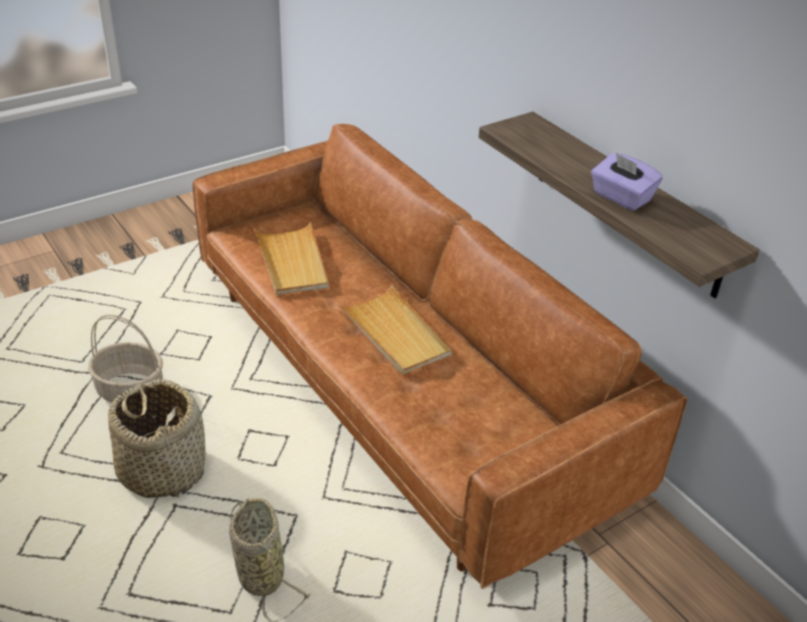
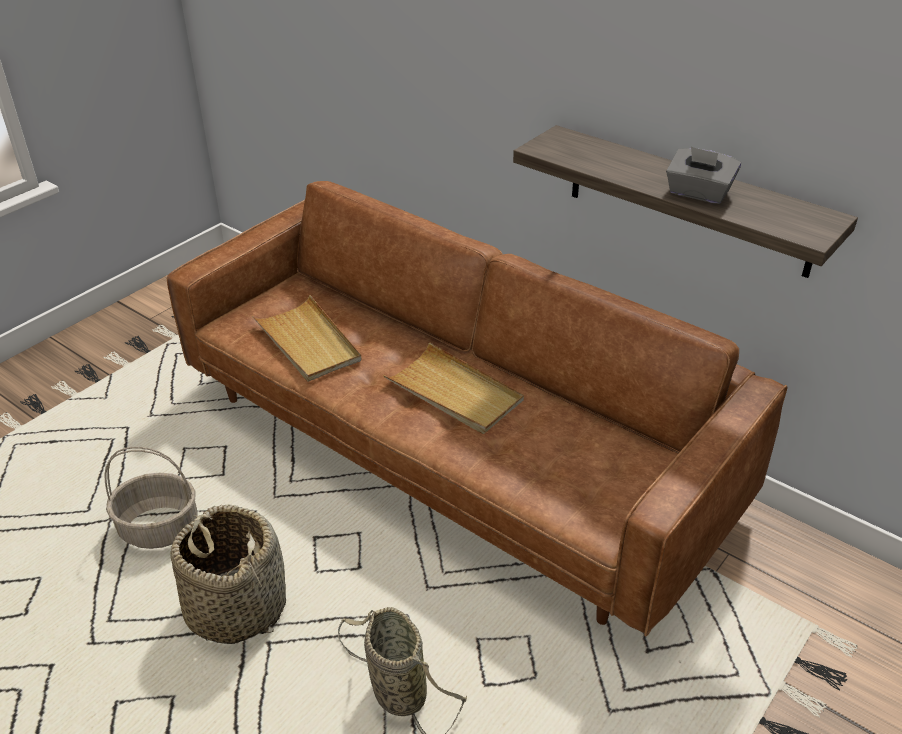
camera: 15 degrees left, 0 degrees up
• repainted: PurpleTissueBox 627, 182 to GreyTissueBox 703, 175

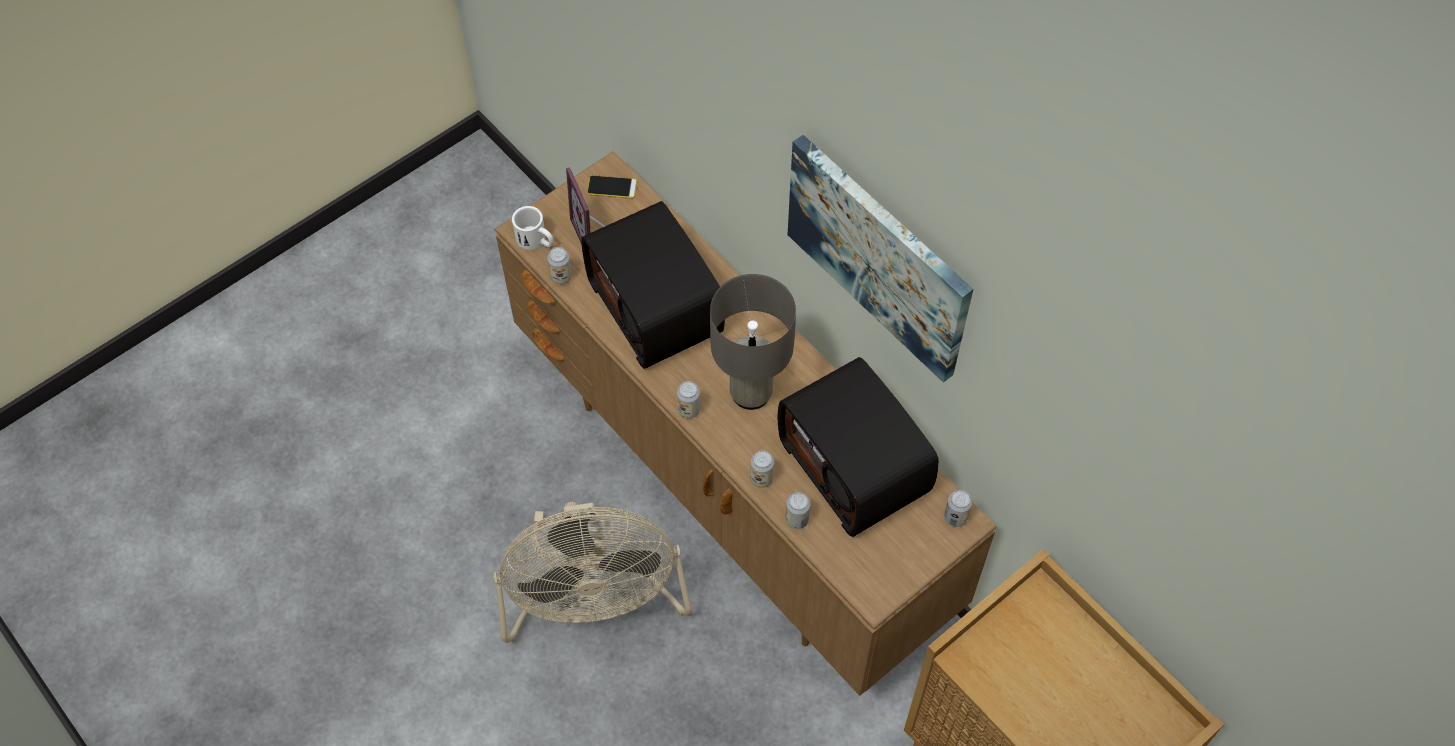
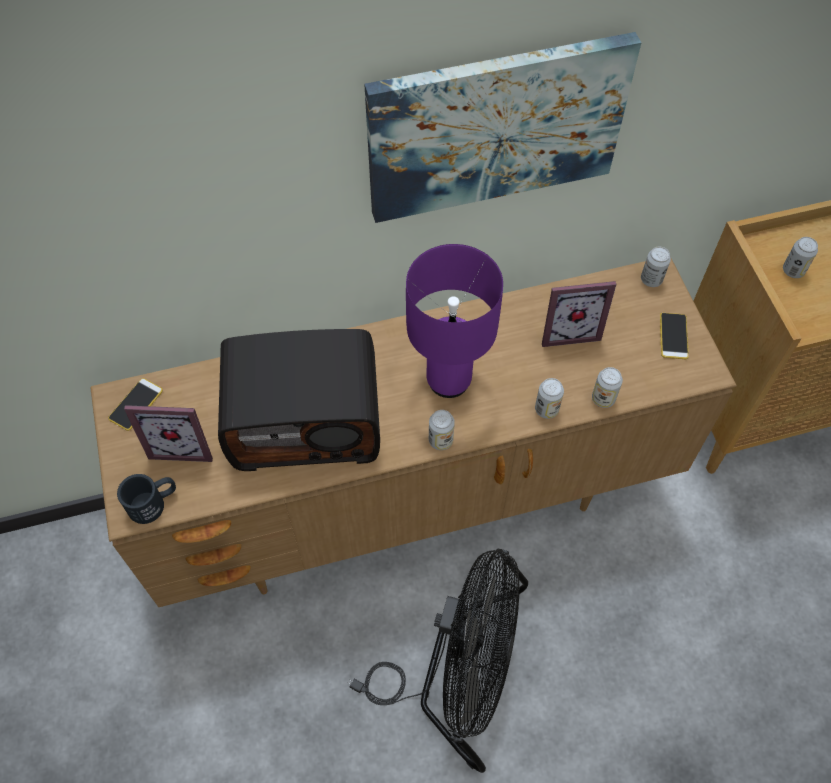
camera: 65 degrees left, 0 degrees up
• repainted: BeigeFan 593, 572 to BlackFan 438, 661
• repainted: WhiteMug 533, 228 to BlackMug 146, 499
• shifted: Can 559, 265 to 800, 257
• repainted: GreyTableLamp 753, 342 to PurpleTableLamp 454, 321
• swapped: Radio 858, 447 to PictureFrame 579, 314
• new: Phone 674, 336

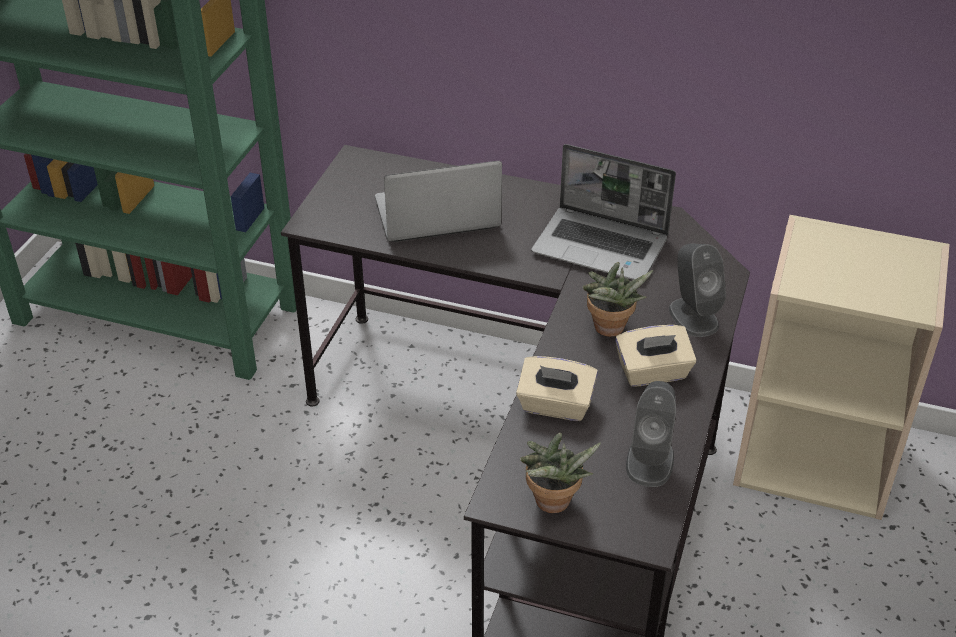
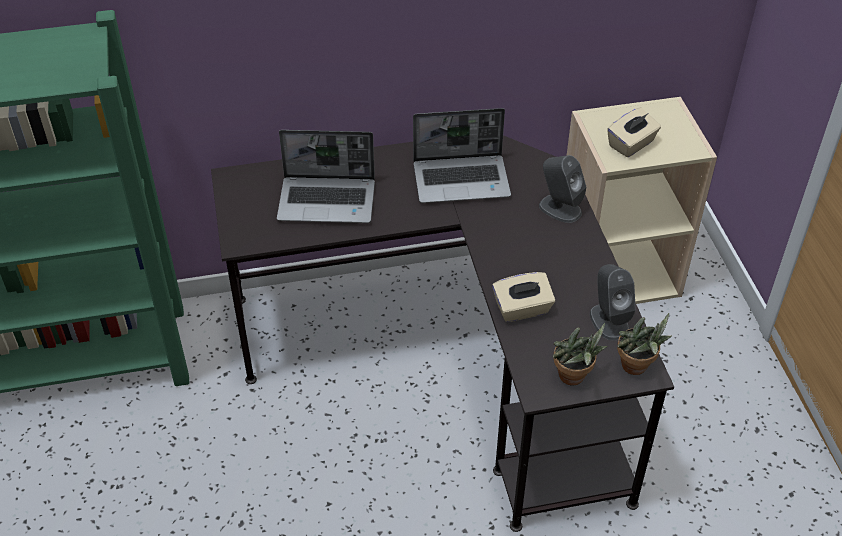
camera: 30 degrees left, 5 degrees up
• rotated: Laptop 438, 201 = 326, 176 135 degrees counterclockwise
• shifted: PottedPlant 617, 299 to 644, 344
• shifted: BeigeTissueBox 655, 356 to 634, 132

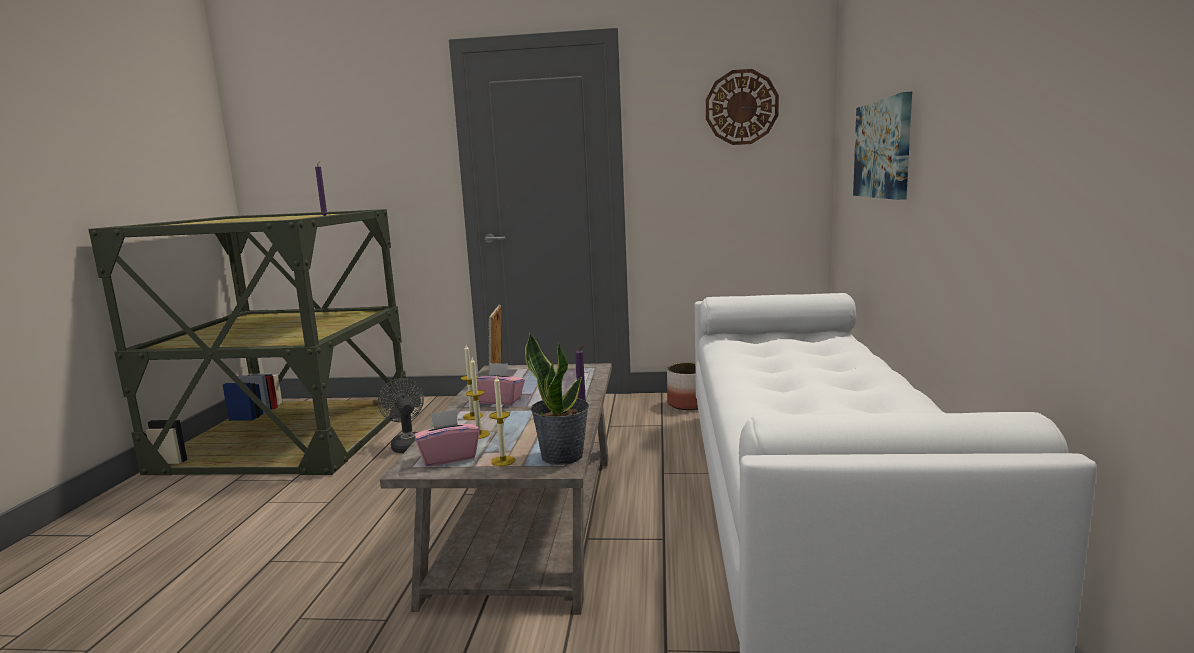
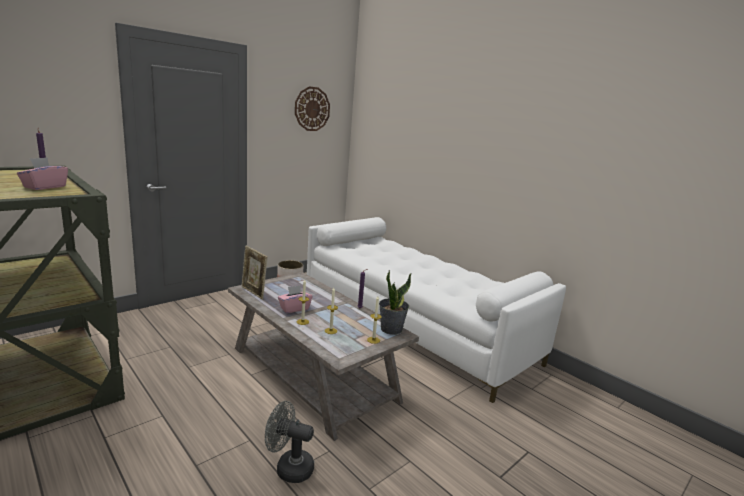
camera: 50 degrees left, 5 degrees up
• shifted: GreyFan 401, 415 to 289, 442
• shifted: PinkTissueBox 447, 437 to 42, 173
• gone: Picture 882, 146

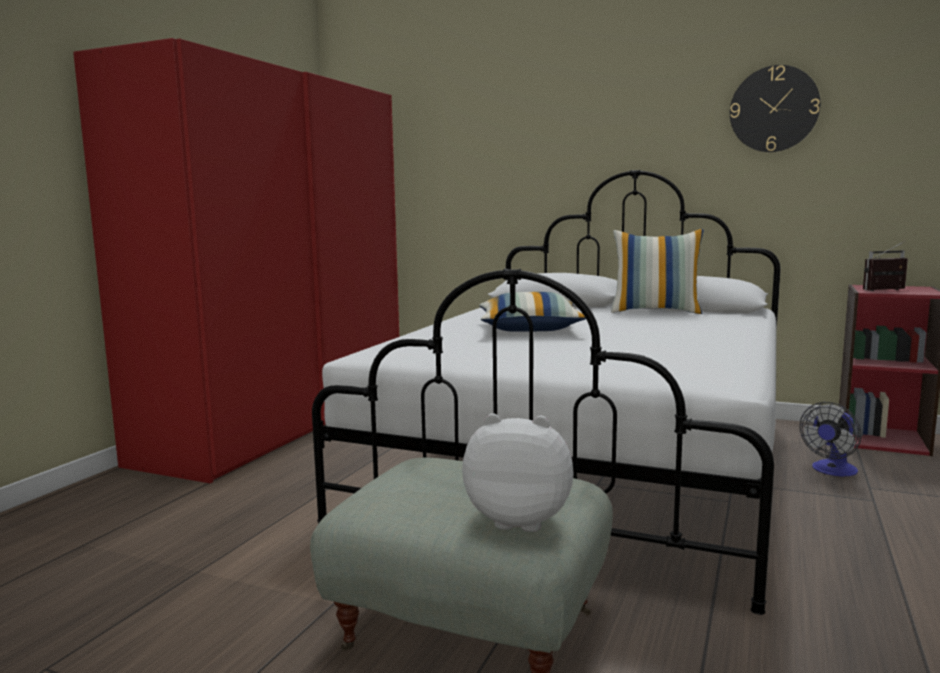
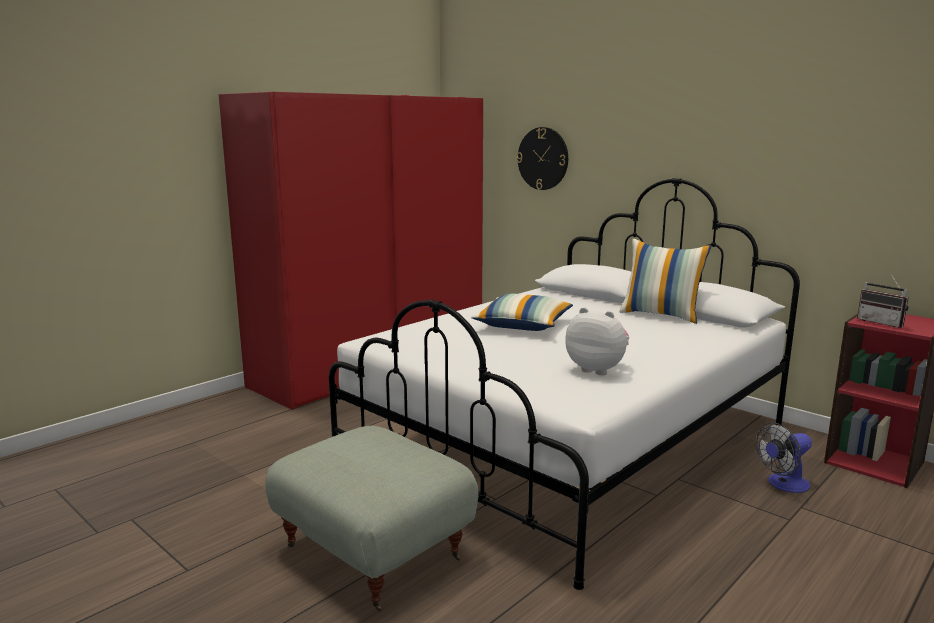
camera: 20 degrees right, 5 degrees up
• shifted: PlushToy 518, 472 to 597, 341
• shifted: WallClock 775, 108 to 542, 158
• rotated: Radio 885, 266 = 883, 300 135 degrees counterclockwise

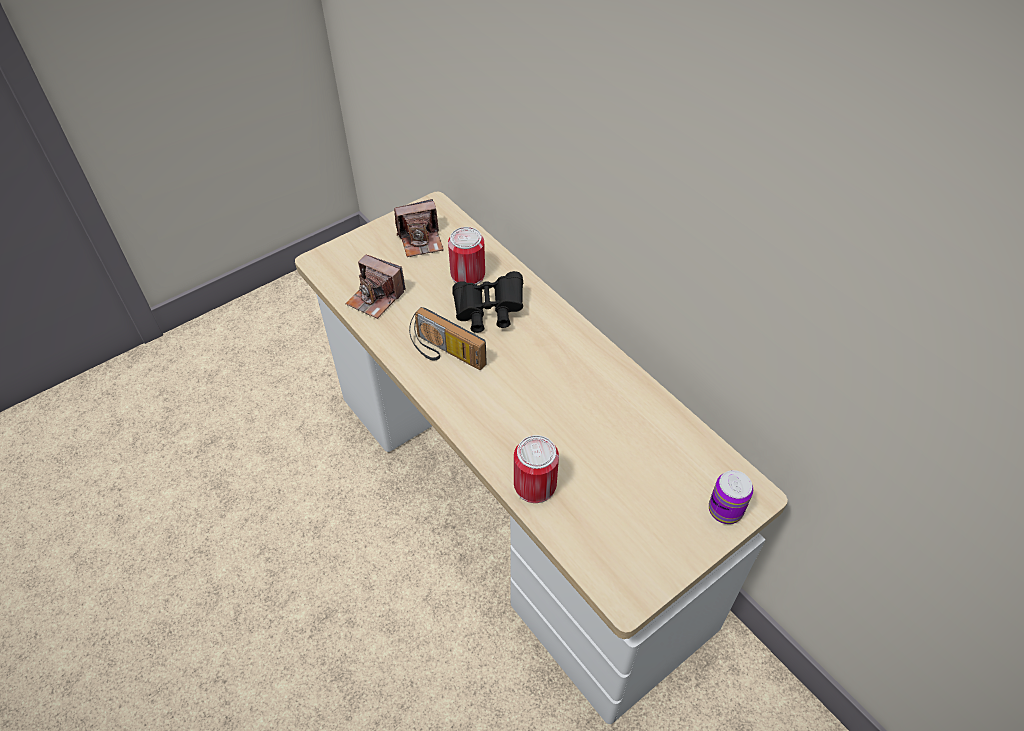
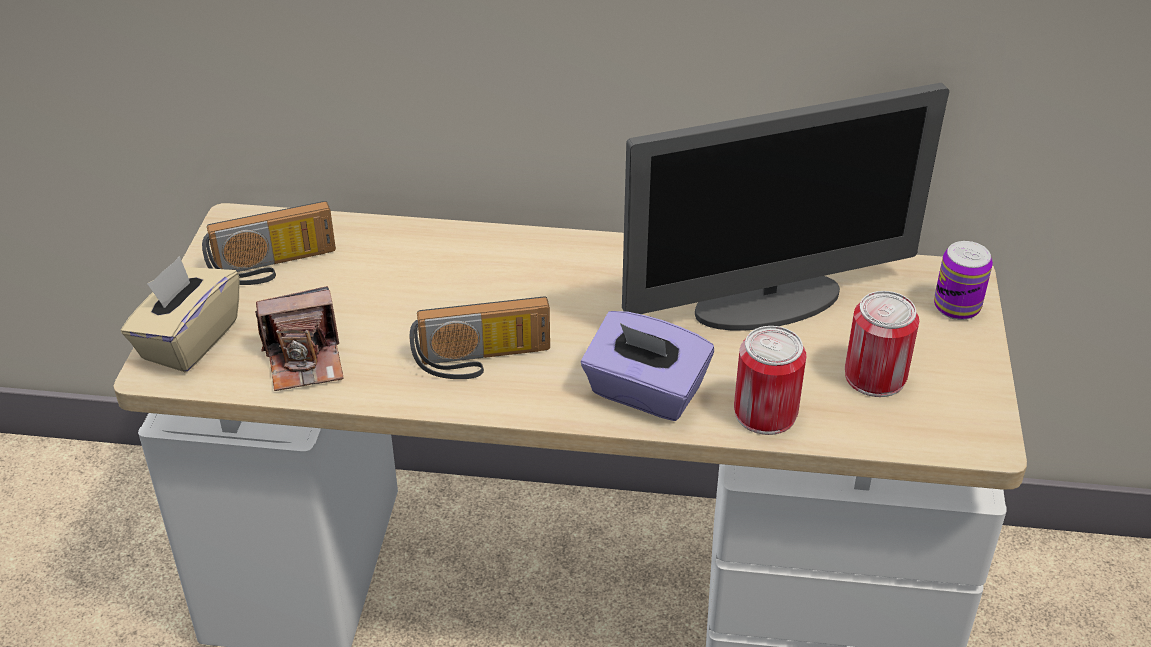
camera: 45 degrees left, 10 degrees down
• swapped: PhotoCamera 419, 228 to Radio 269, 243
• shifted: Can 466, 256 to 882, 344
• gone: BlackBinoculars 487, 302
• new: BeigeTissueBox 180, 314
• new: PurpleTissueBox 647, 366
• new: Monitor 785, 207

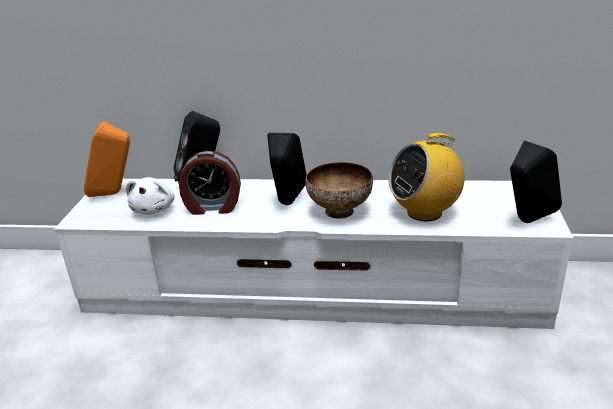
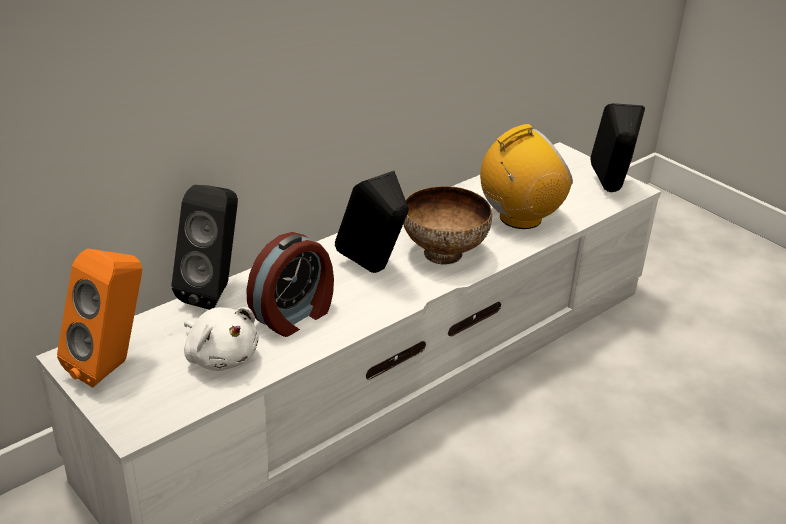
camera: 50 degrees left, 5 degrees up
• rotated: Radio 426, 177 = 526, 176 135 degrees counterclockwise

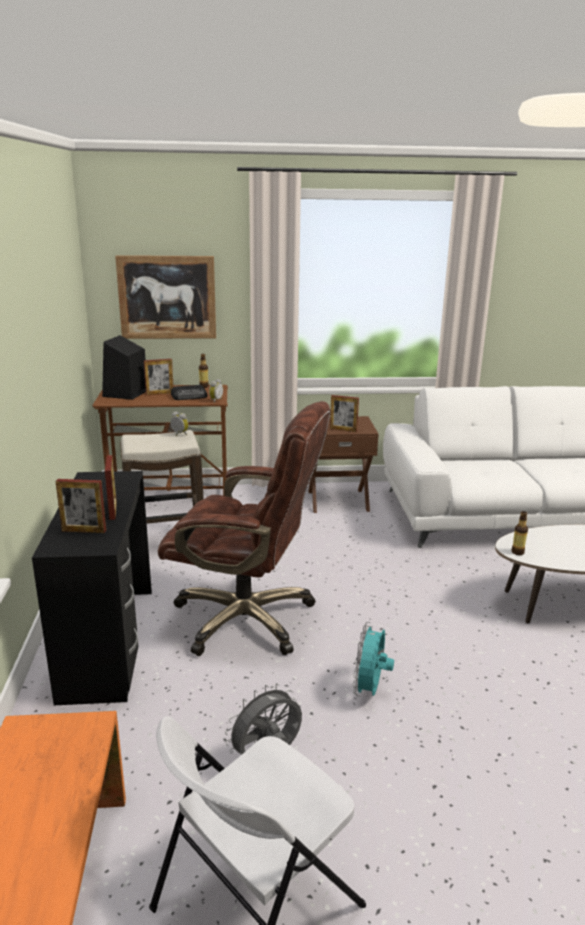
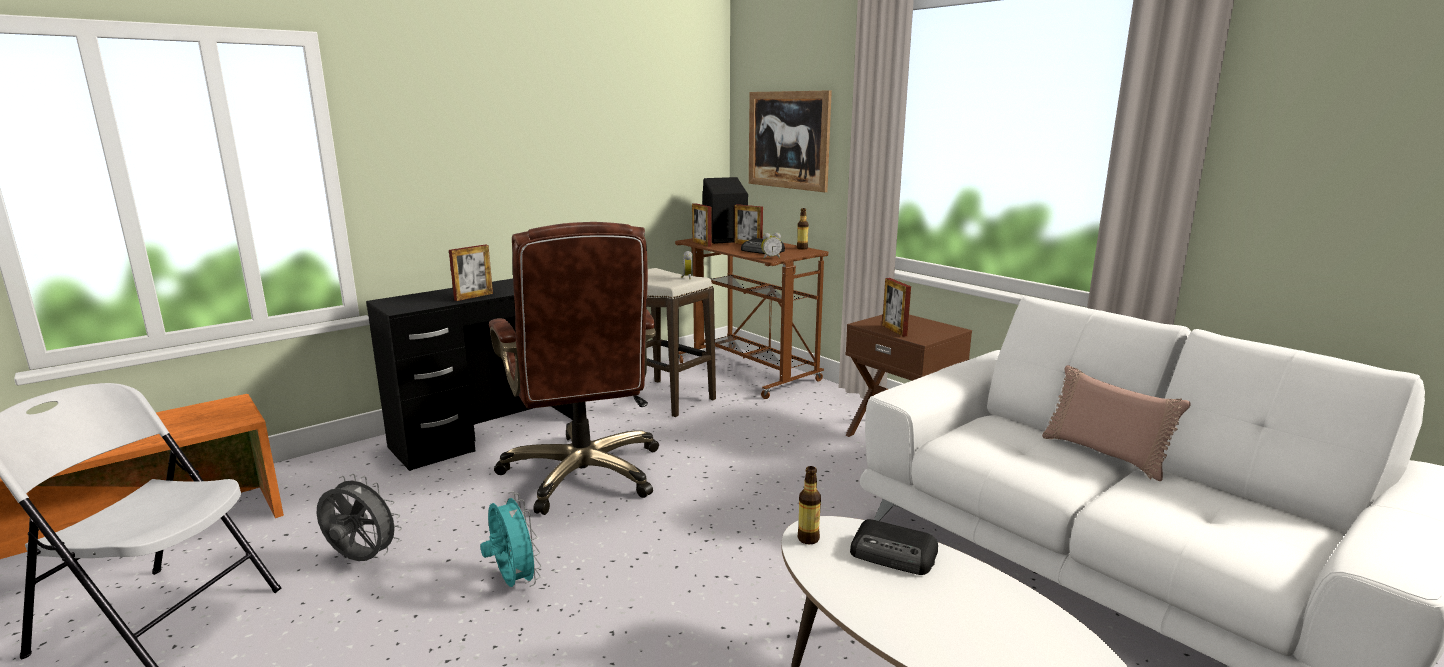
camera: 55 degrees right, 5 degrees down
• shifted: PictureFrame 80, 506 to 702, 225
• rotated: TurquoiseFan 373, 659 = 510, 539 75 degrees clockwise
• new: Radio 894, 547
• new: BeigePillow 1116, 423

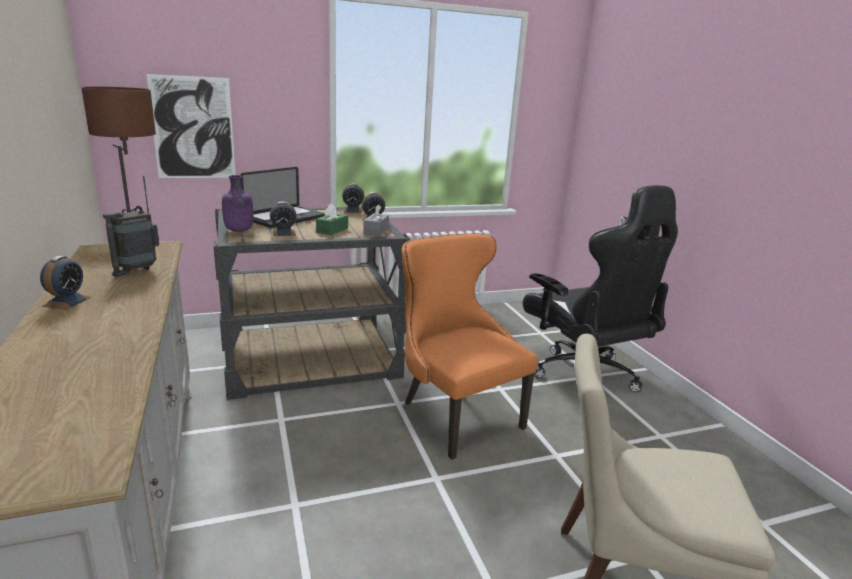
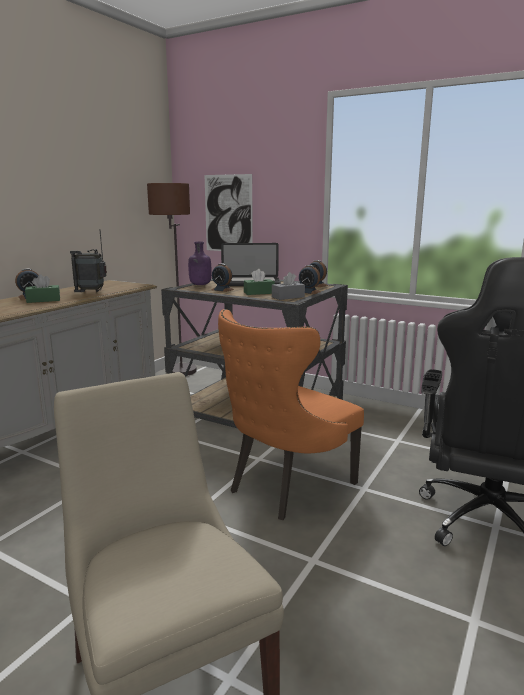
camera: 50 degrees right, 5 degrees down
• rotated: OrangeChair 470, 346 = 291, 414 150 degrees counterclockwise
• new: GreenTissueBox 42, 288

